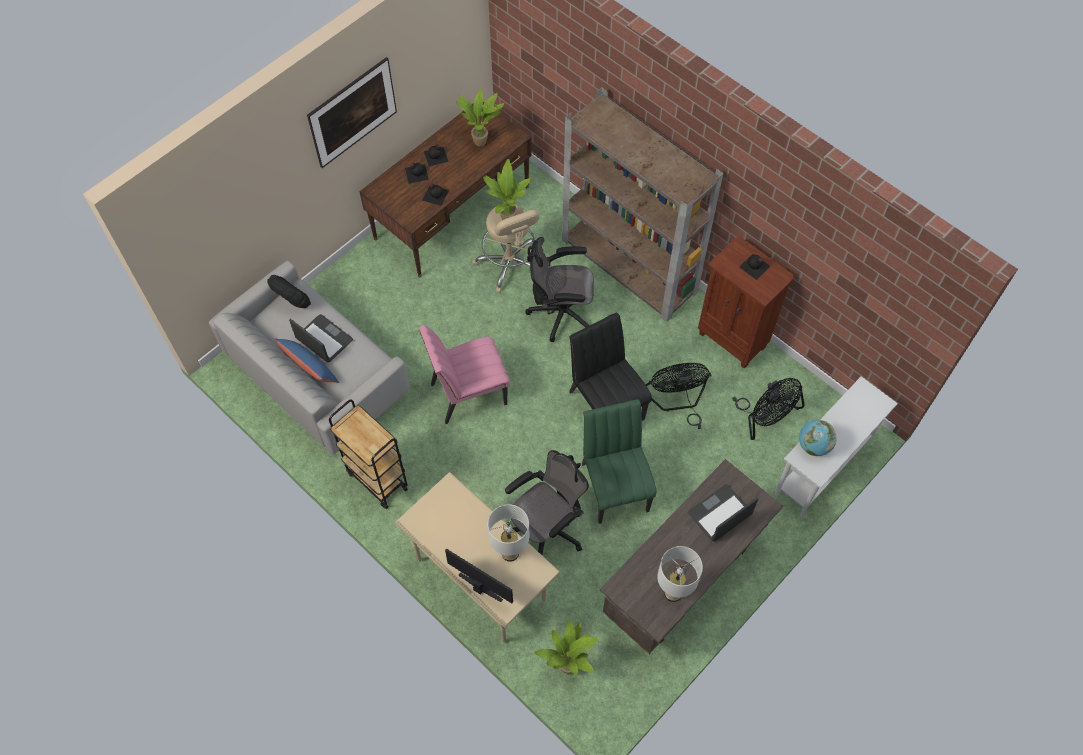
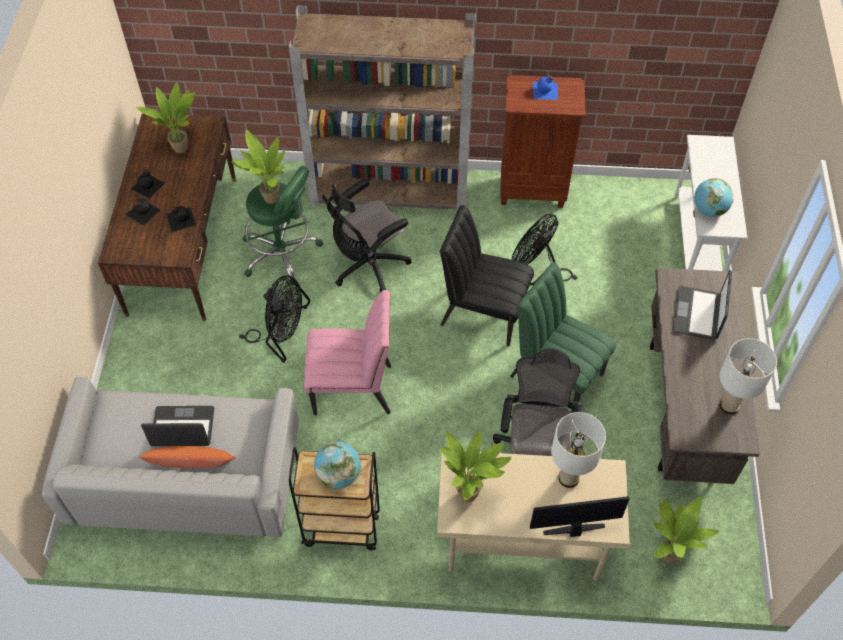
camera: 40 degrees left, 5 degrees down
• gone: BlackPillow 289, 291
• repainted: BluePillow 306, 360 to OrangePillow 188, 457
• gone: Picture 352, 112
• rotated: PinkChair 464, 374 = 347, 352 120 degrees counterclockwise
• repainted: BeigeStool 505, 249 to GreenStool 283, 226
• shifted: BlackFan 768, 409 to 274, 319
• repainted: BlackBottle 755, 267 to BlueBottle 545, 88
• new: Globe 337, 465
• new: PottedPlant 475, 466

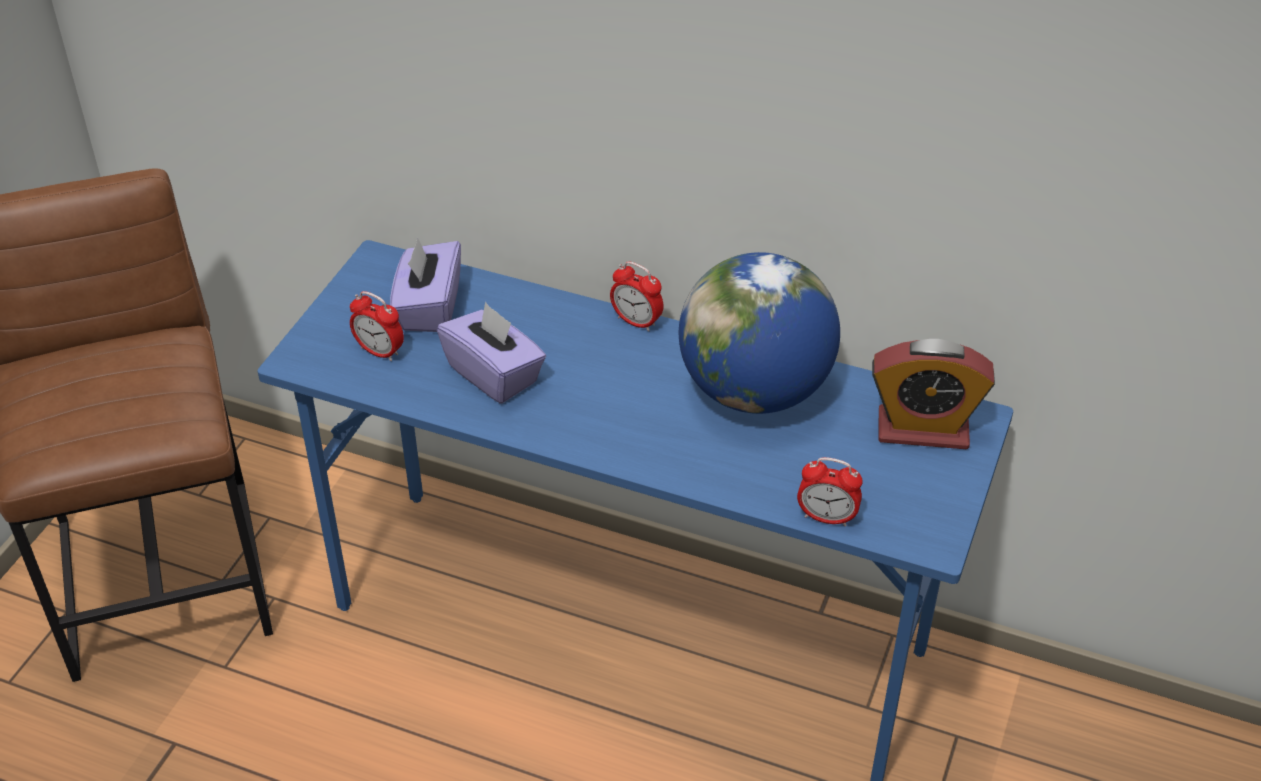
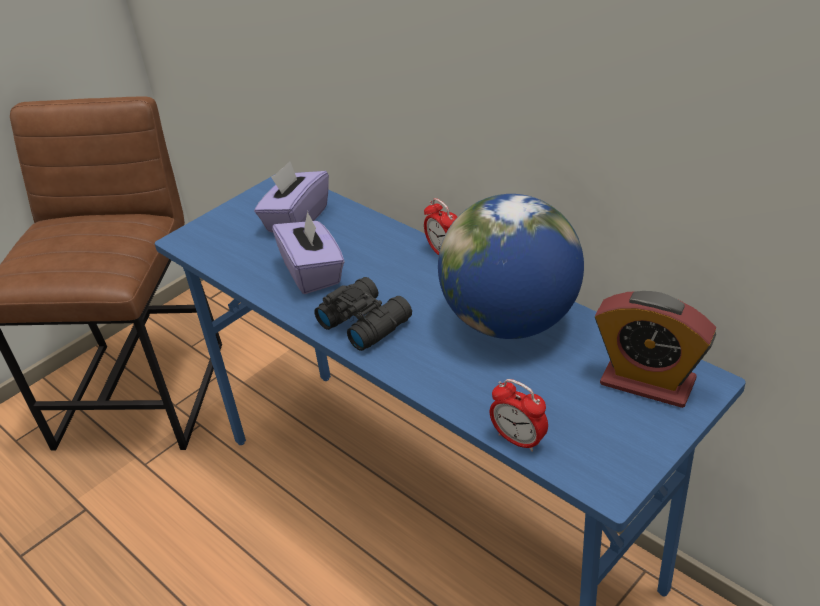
camera: 25 degrees right, 5 degrees down
• gone: AlarmClock 377, 326
• new: BlackBinoculars 363, 314

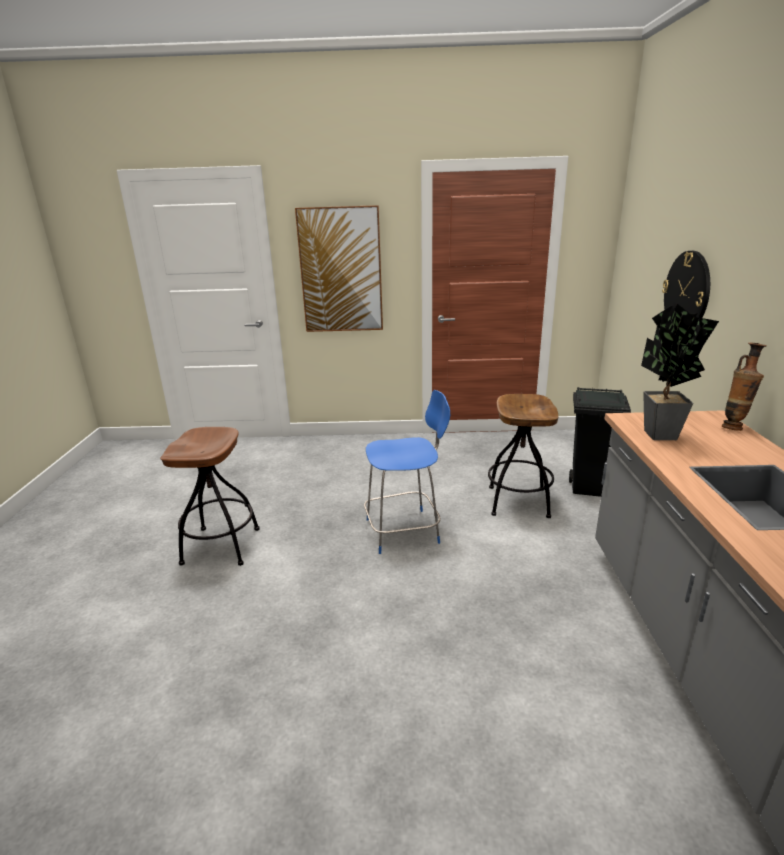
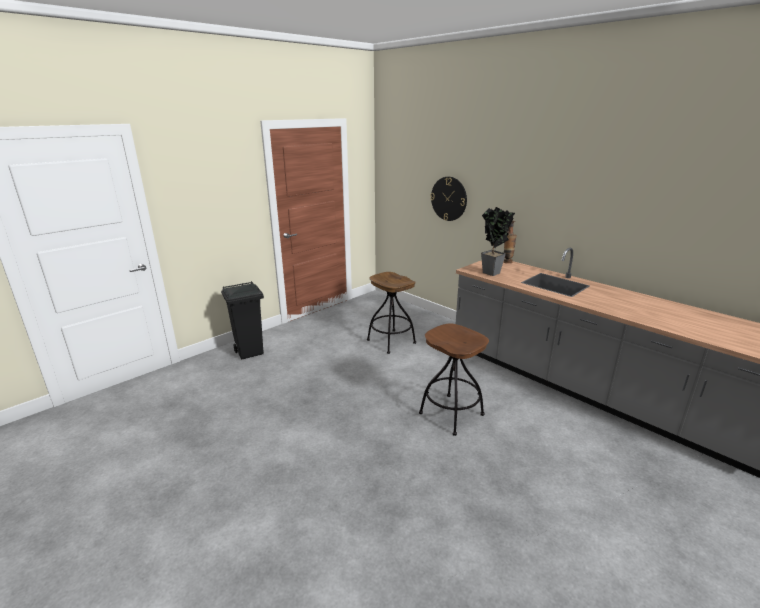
camera: 45 degrees left, 0 degrees up
• shifted: BrownStool 210, 496 to 454, 380
• gone: Picture 339, 268
• gone: BlueChair 407, 472
• shifted: BlackTrashCan 600, 442 to 242, 320

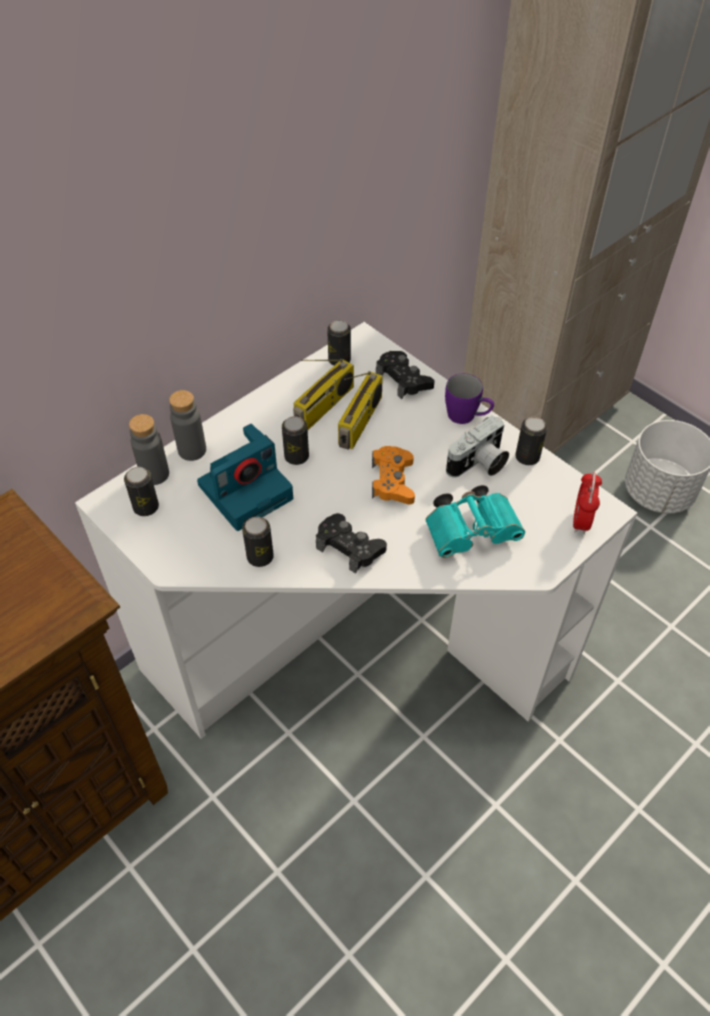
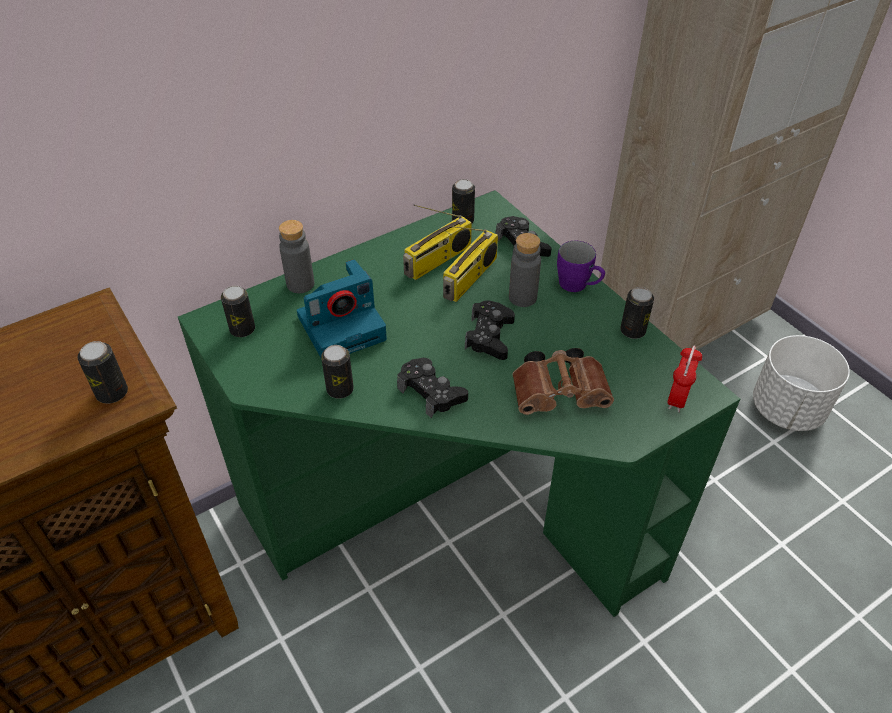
camera: 10 degrees right, 5 degrees down
• repainted: WhiteDesk 356, 530 to GreenDesk 459, 403
• shifted: GreyBottle 149, 449 to 525, 270
• shifted: Can 295, 440 to 103, 372
• repainted: OrangeGameController 393, 475 to BlackGameController 490, 330
• repainted: TurquoiseBinoculars 475, 521 to BrownBinoculars 563, 381
• gone: PhotoCamera 477, 446

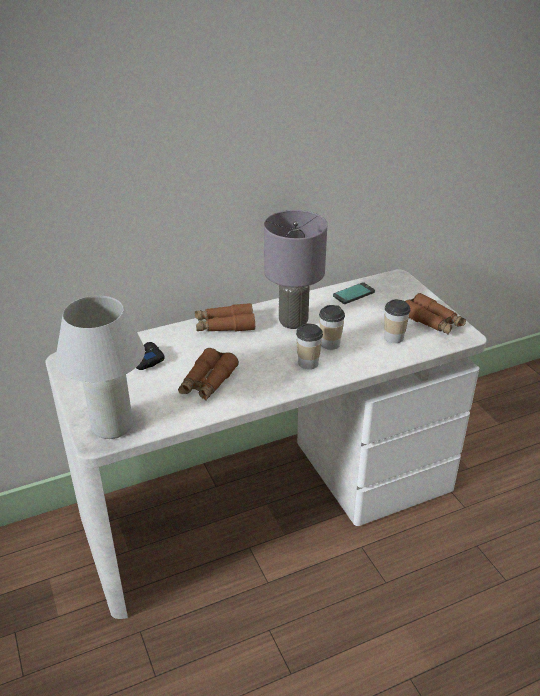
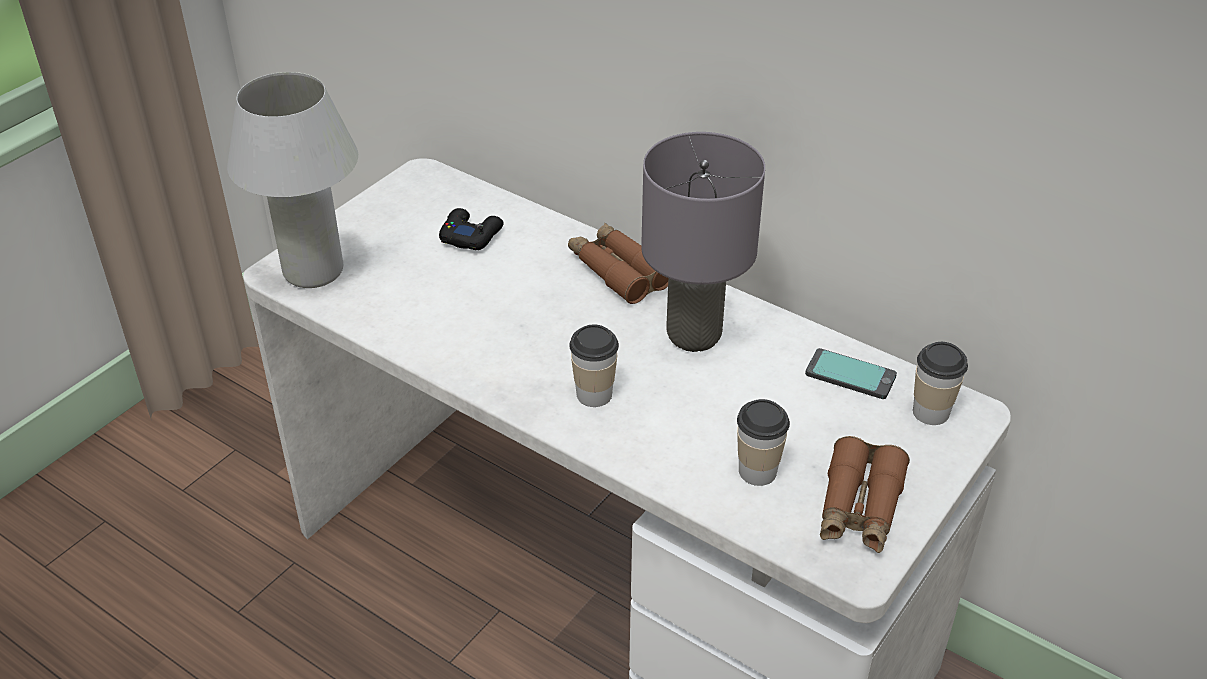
camera: 60 degrees right, 5 degrees up
• gone: BrownBinoculars 208, 374
• shifted: Cup 332, 327 to 940, 383

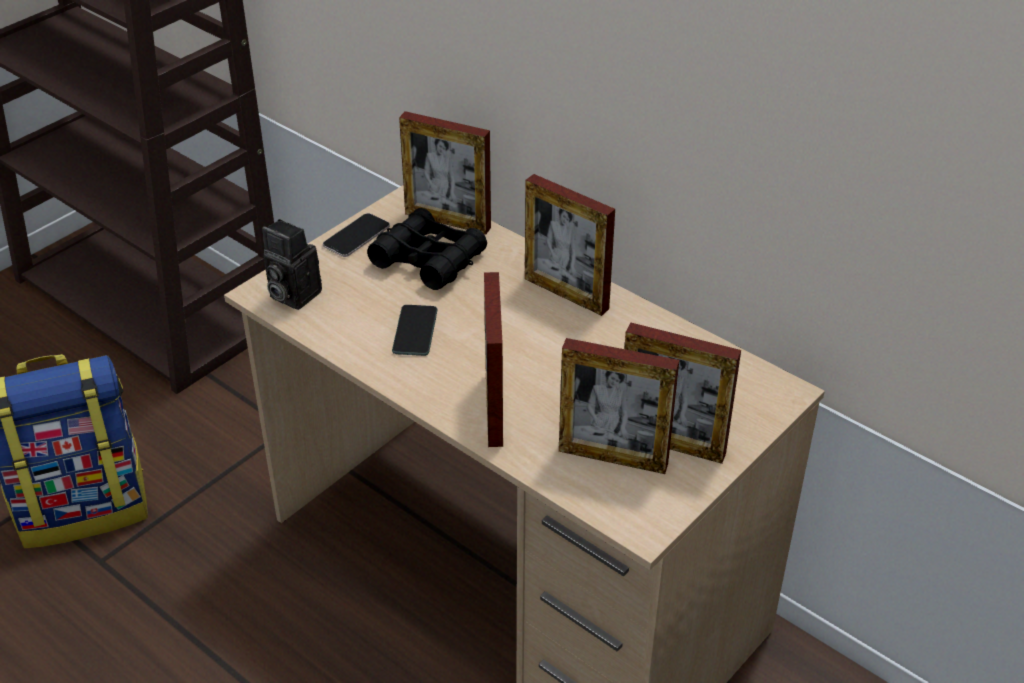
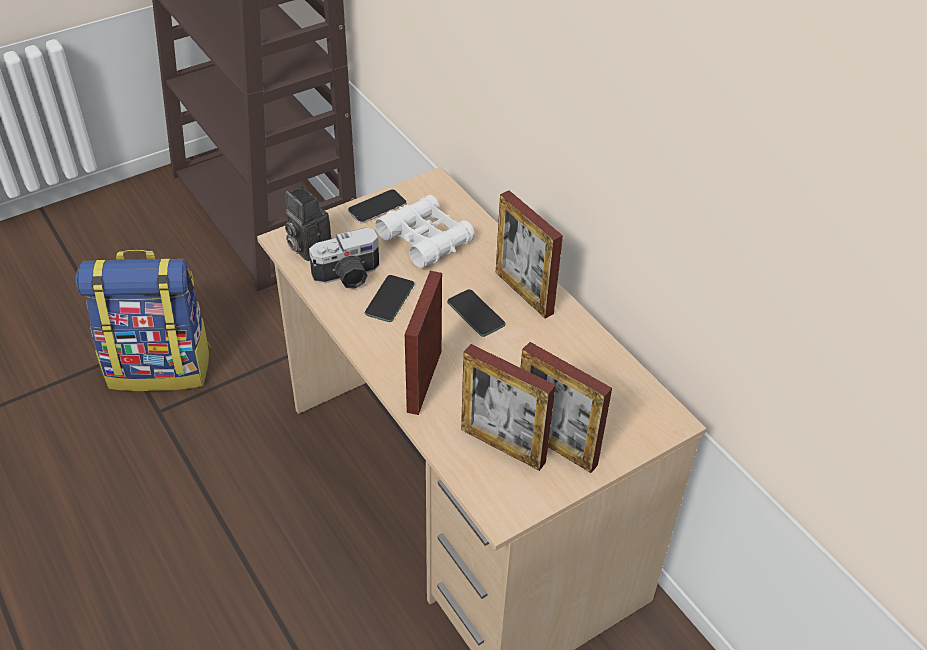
camera: 15 degrees right, 5 degrees up
• repainted: BlackBinoculars 427, 249 to WhiteBinoculars 425, 231
• gone: PictureFrame 445, 172
• new: PhotoCamera 344, 258
• new: Phone 476, 313

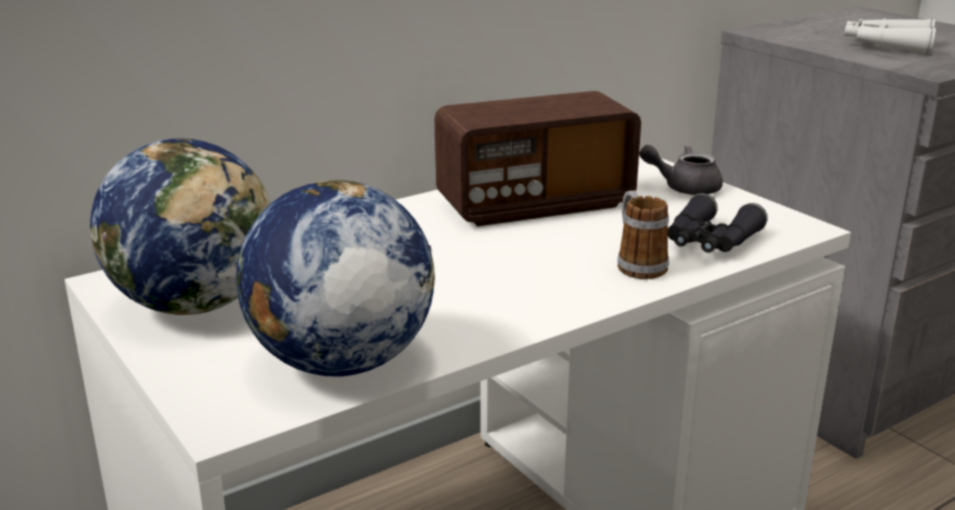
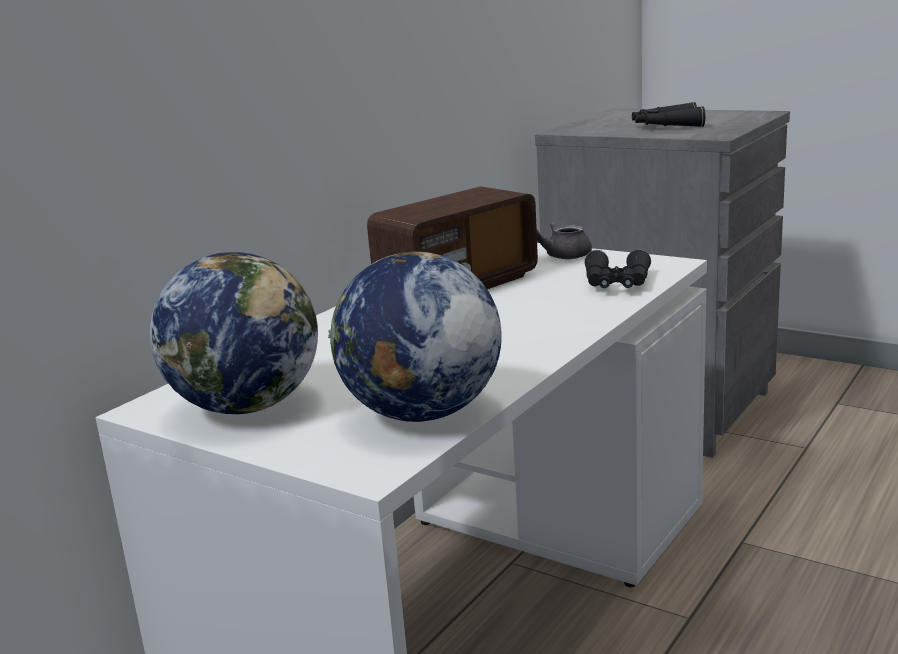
camera: 20 degrees left, 5 degrees down
• gone: Mug 643, 234
• repainted: WhiteBinoculars 890, 36 to BlackBinoculars 668, 114

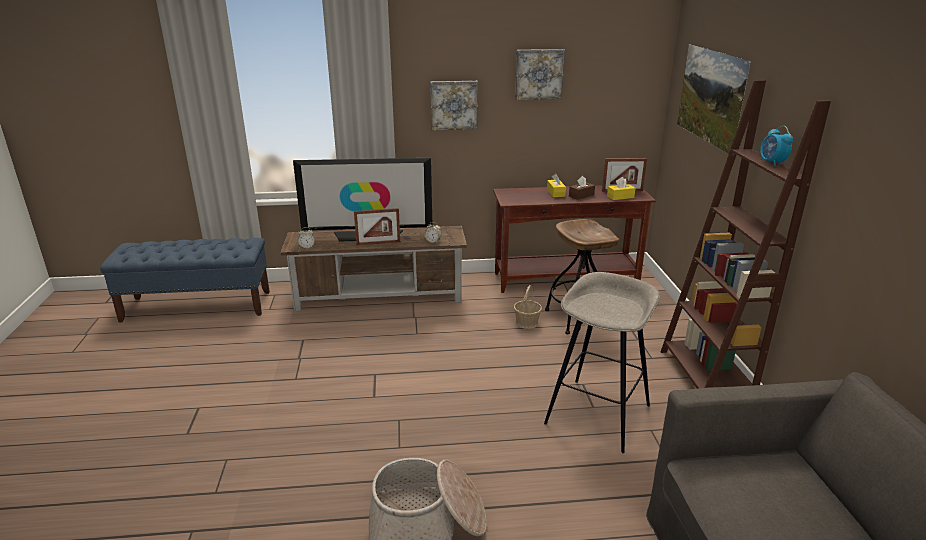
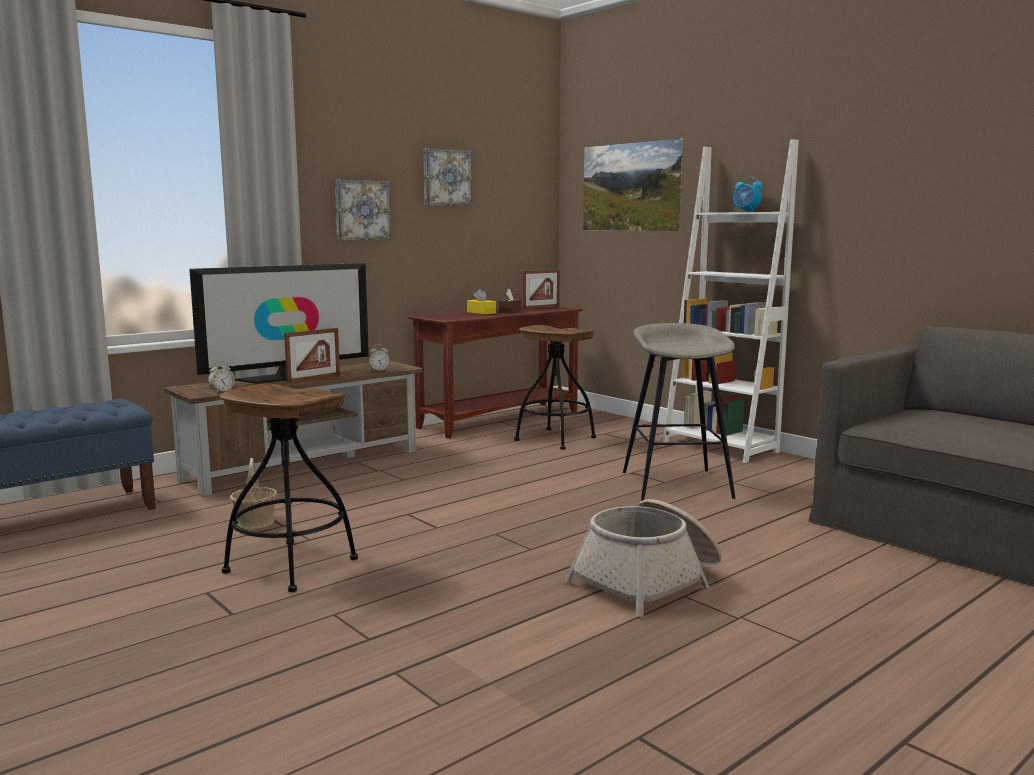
camera: 35 degrees left, 15 degrees down
• shifted: Basket 528, 307 to 253, 493
• gone: YellowTissueBox 621, 188
• repainted: BrownBookcase 746, 234 to WhiteBookcase 730, 301
• new: BrownStool 289, 488

